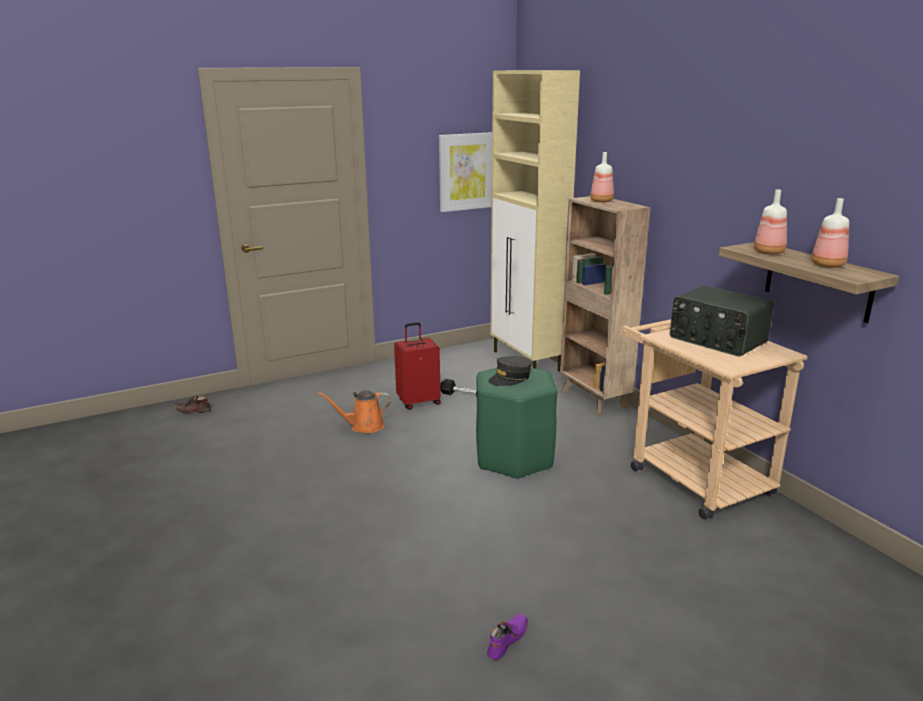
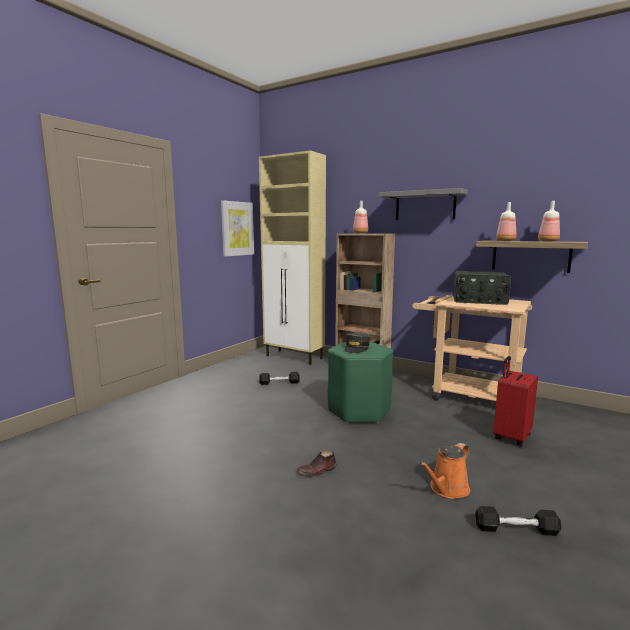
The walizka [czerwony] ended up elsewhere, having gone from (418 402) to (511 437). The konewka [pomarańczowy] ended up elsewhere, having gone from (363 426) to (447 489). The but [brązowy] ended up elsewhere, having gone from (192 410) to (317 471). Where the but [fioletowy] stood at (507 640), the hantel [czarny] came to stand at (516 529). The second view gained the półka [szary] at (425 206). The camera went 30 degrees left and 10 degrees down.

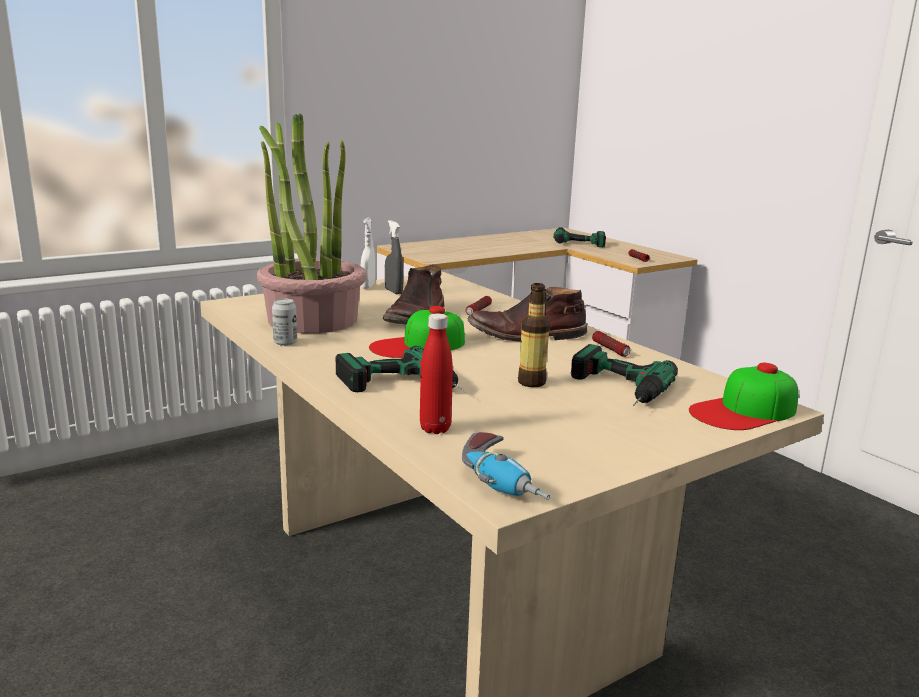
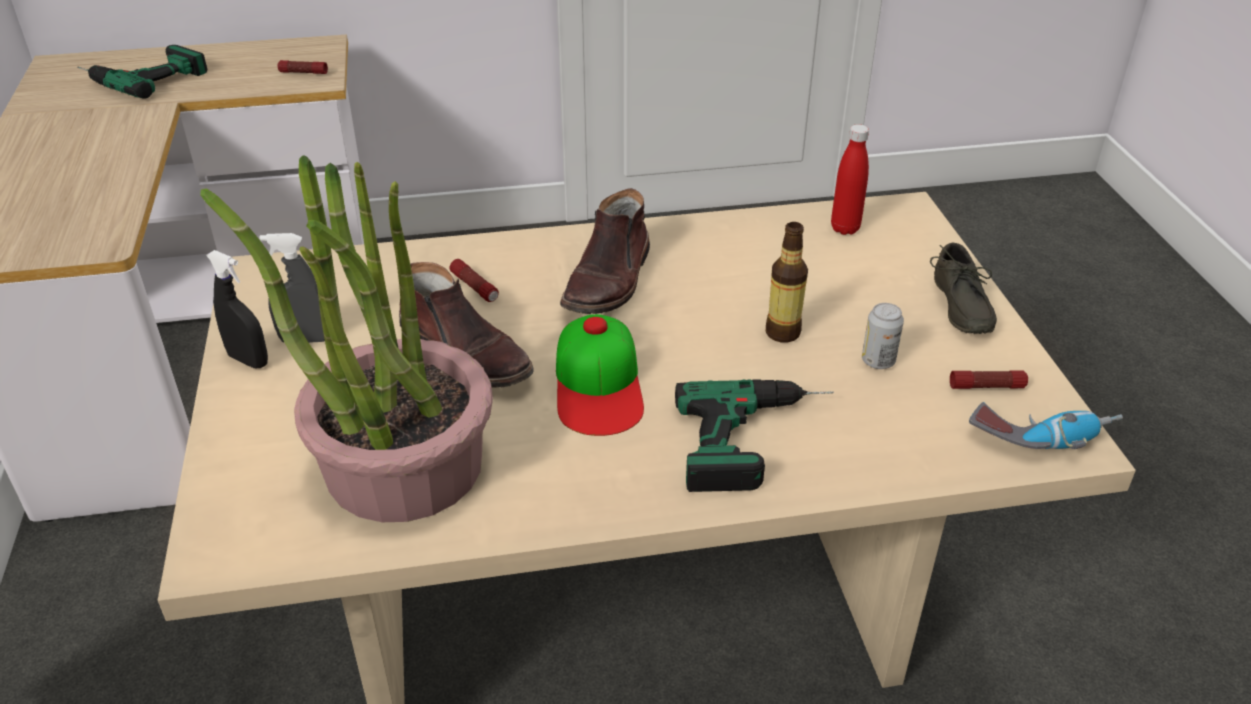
What was the spryskiwacz [biały] at (368 286) turned into the spryskiwacz [czarny] at (248 360). The puszka ended up elsewhere, having gone from (285 342) to (878 361). The butelka [czerwony] ended up elsewhere, having gone from (435 429) to (845 228). The latarka ended up elsewhere, having gone from (610 349) to (986 386). The second view lost the wiertarka at (614 389). The second view lost the czapka z daszkiem at (744 411). The second view gained the but [szary] at (957 307). The camera went 65 degrees left and 20 degrees up.

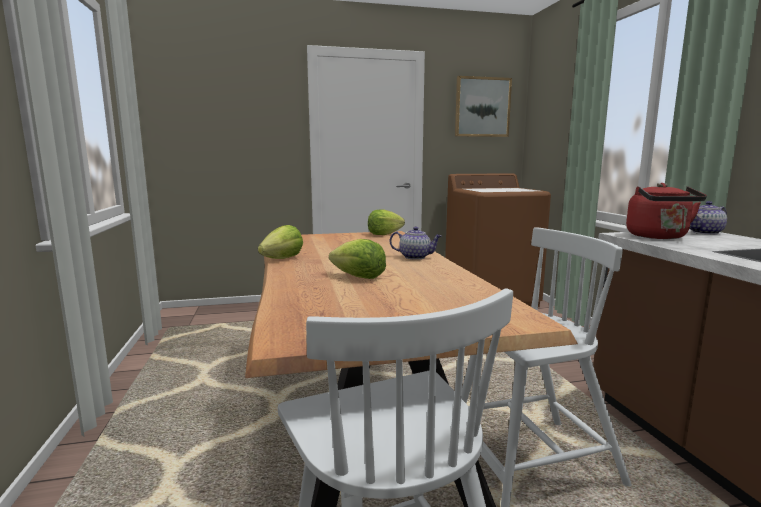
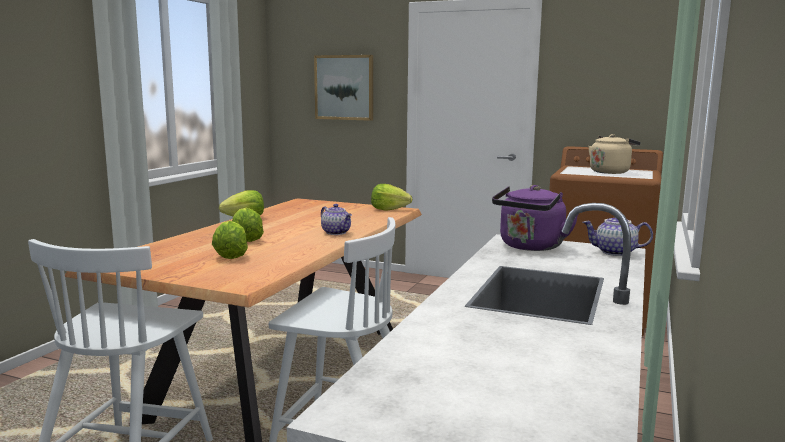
The obraz ended up elsewhere, having gone from (482 107) to (344 87). What was the czajnik [czerwony] at (659 237) turned into the czajnik [fioletowy] at (530 247). The second view gained the czajnik [beżowy] at (610 172). The second view gained the sałata at (230 255). The camera went 35 degrees right and 0 degrees up.

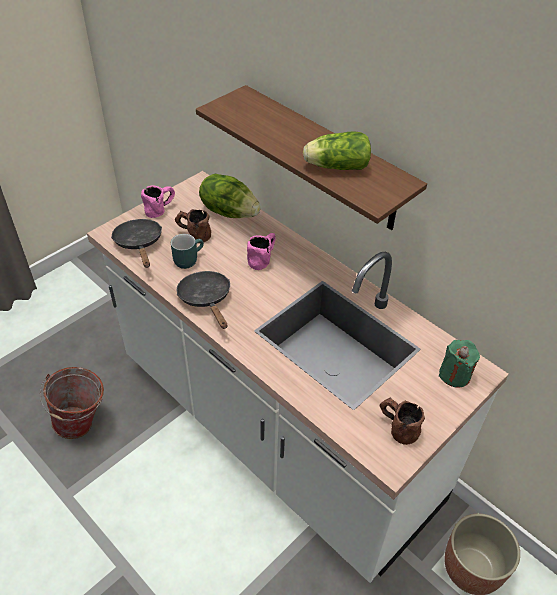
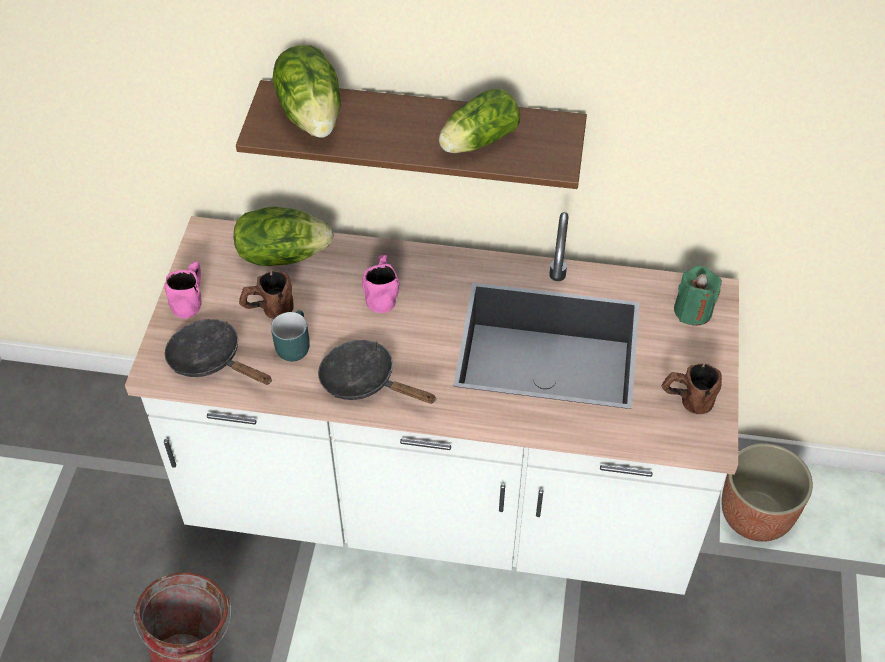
The second view gained the sałata at (312 114). The camera went 35 degrees left and 5 degrees up.

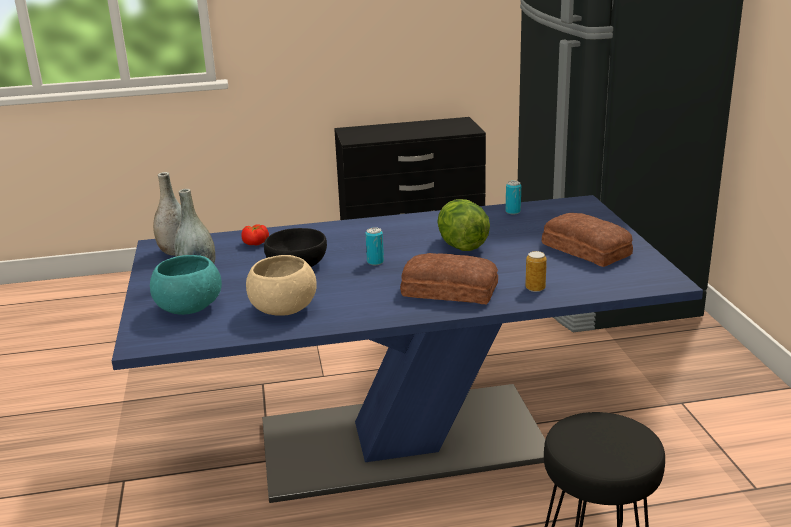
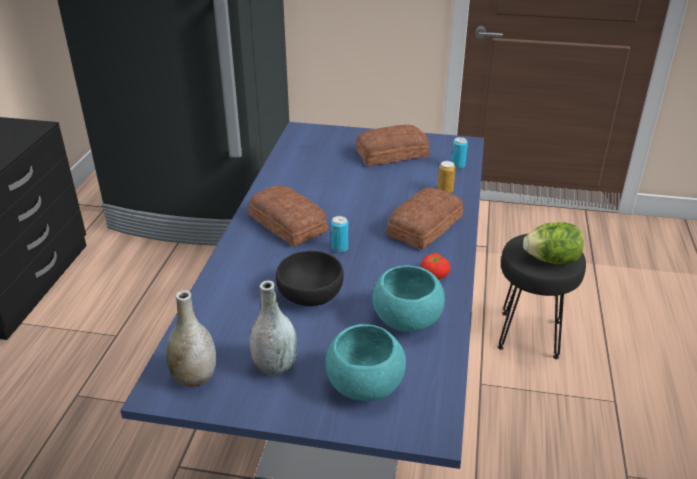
The puszka ended up elsewhere, having gone from (513 212) to (458 165). The sałata ended up elsewhere, having gone from (461 245) to (551 260). The pomidor ended up elsewhere, having gone from (256 243) to (434 274). What was the miska [beżowy] at (283 309) turned into the miska [turkusowy] at (406 320). The second view gained the chleb at (288 222). The camera went 70 degrees left and 10 degrees up.

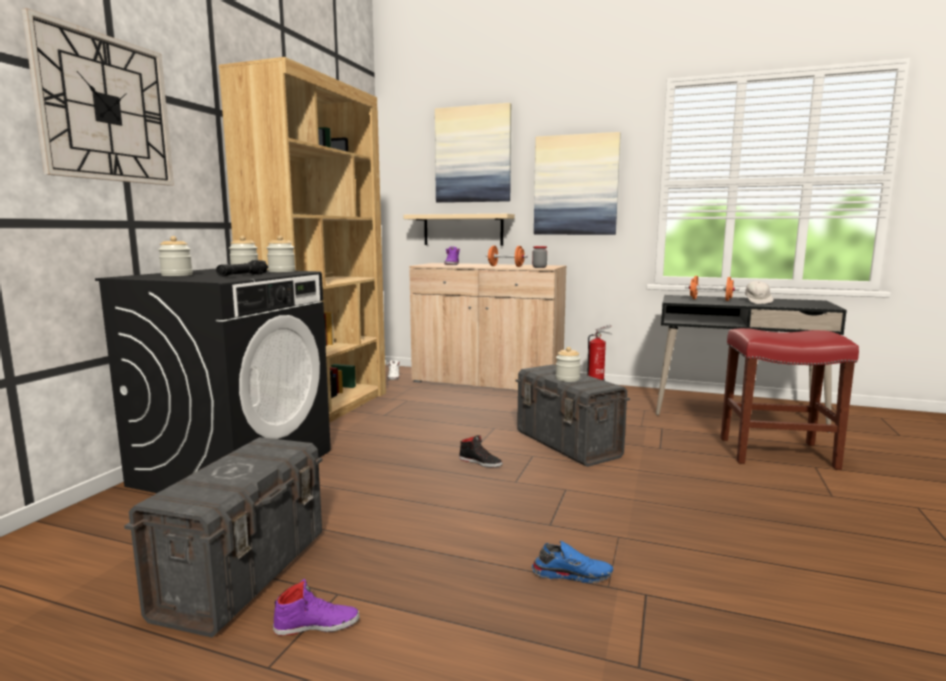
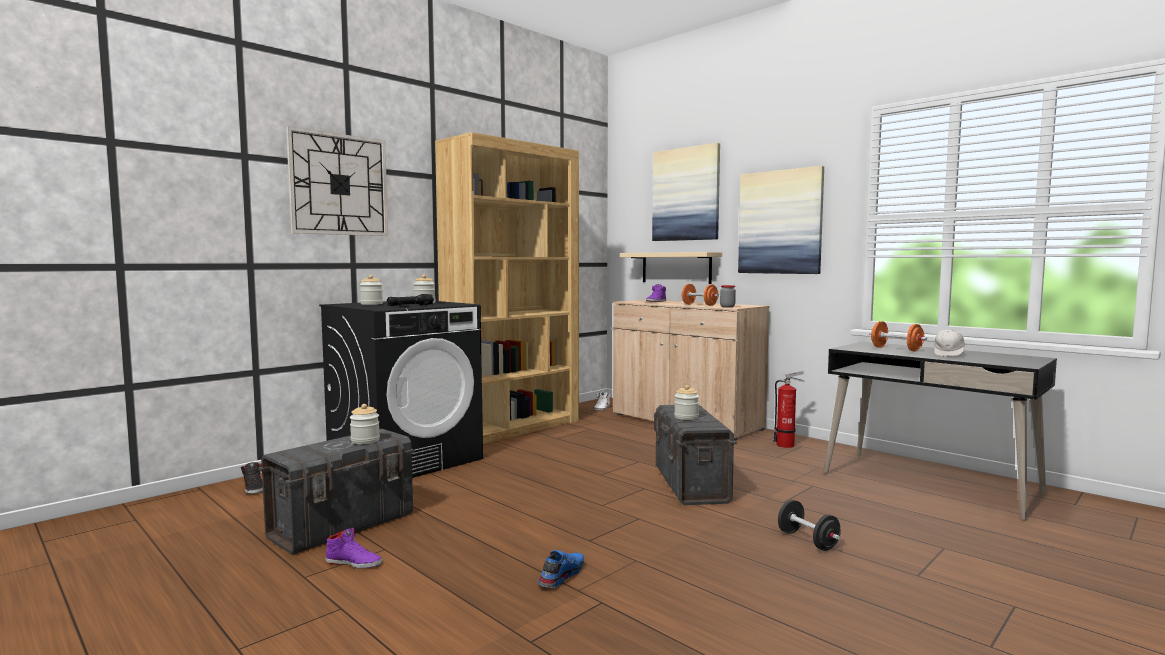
The słoik ended up elsewhere, having gone from (282 271) to (365 441). The second view lost the stołek [czerwony] at (775 453). The but [czarny] ended up elsewhere, having gone from (480 462) to (254 488). The but [niebieski] at (572 574) ended up facing another way, 90 degrees counterclockwise from before. The second view gained the hantel [czarny] at (807 540). The camera went 25 degrees right and 5 degrees down.

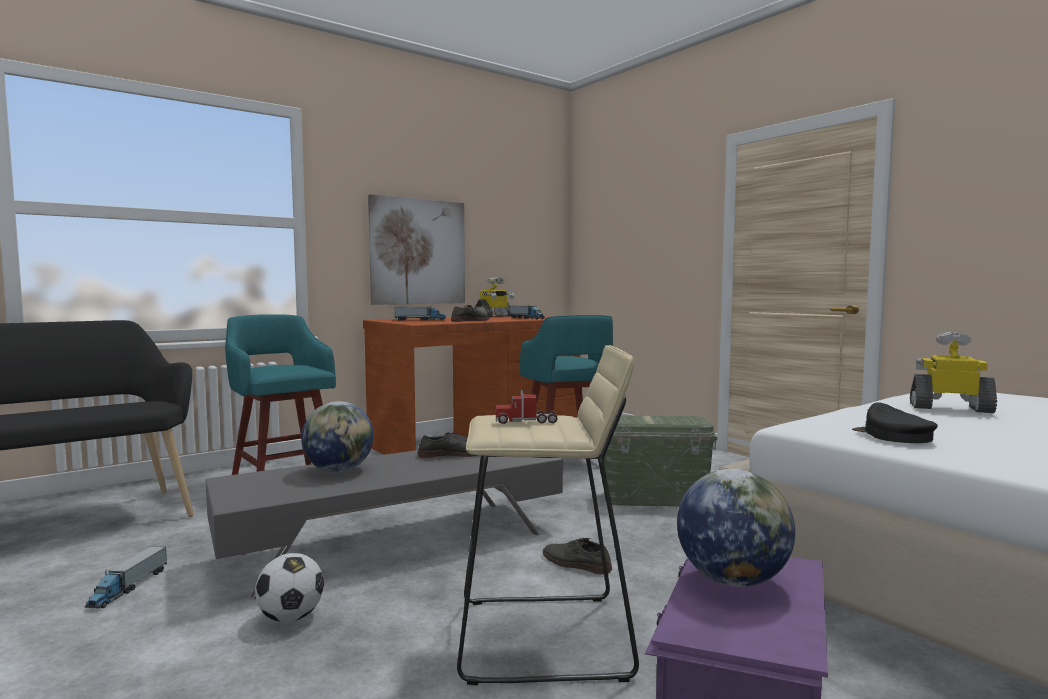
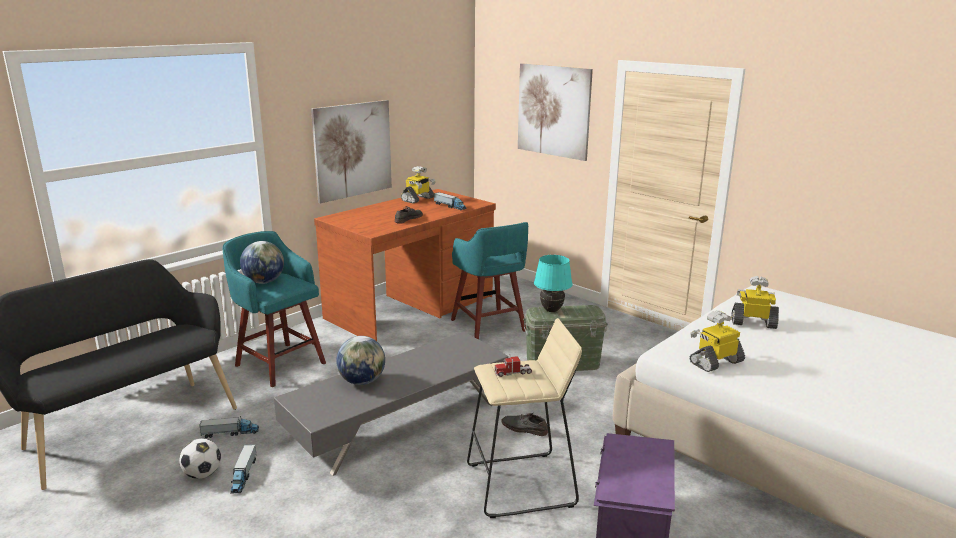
The ciężarówka zabawkowa ended up elsewhere, having gone from (420 320) to (230 433). Where the czapka z daszkiem [czarny] stood at (892 436), the robot zabawkowy came to stand at (715 362). The second view lost the but [szary] at (451 454). The globus ended up elsewhere, having gone from (732 580) to (264 282). The piłka futbolowa ended up elsewhere, having gone from (291 617) to (202 474). The second view gained the obraz at (553 111). The second view gained the lampa stołowa [turkusowy] at (552 310). The camera went 10 degrees left and 15 degrees up.

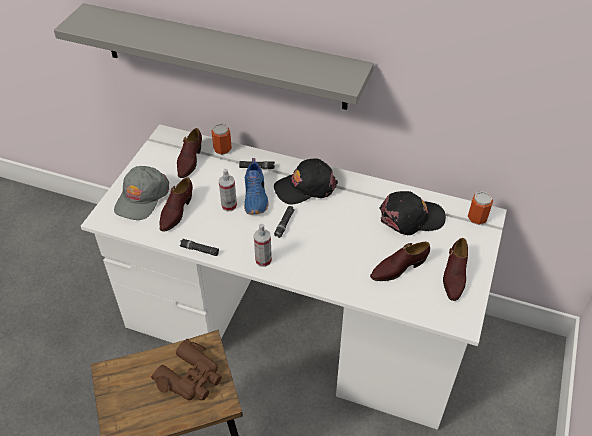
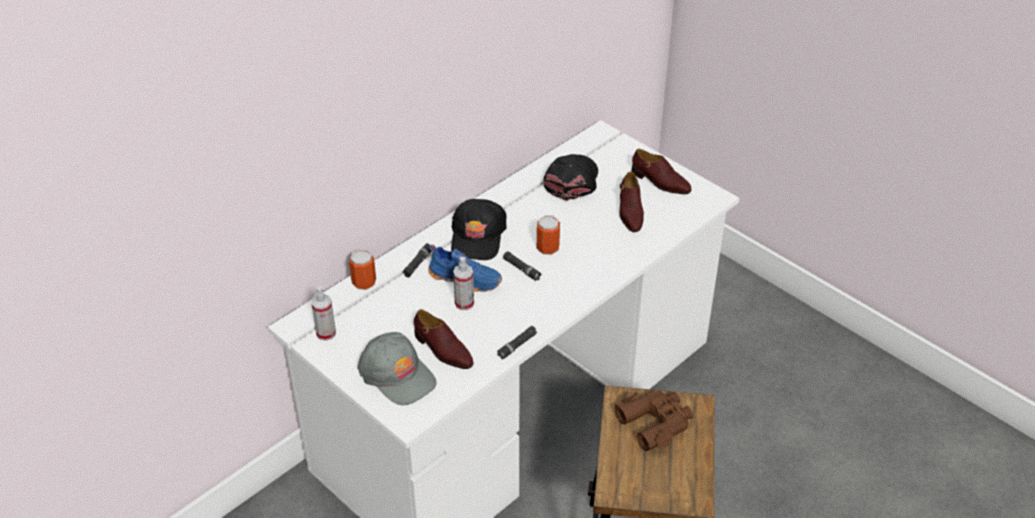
The second view lost the półka [szary] at (223 57). The second view lost the but [brązowy] at (189 160). The puszka ended up elsewhere, having gone from (477 218) to (547 248). The spryskiwacz ended up elsewhere, having gone from (263 260) to (326 333). The camera went 65 degrees left and 5 degrees down.

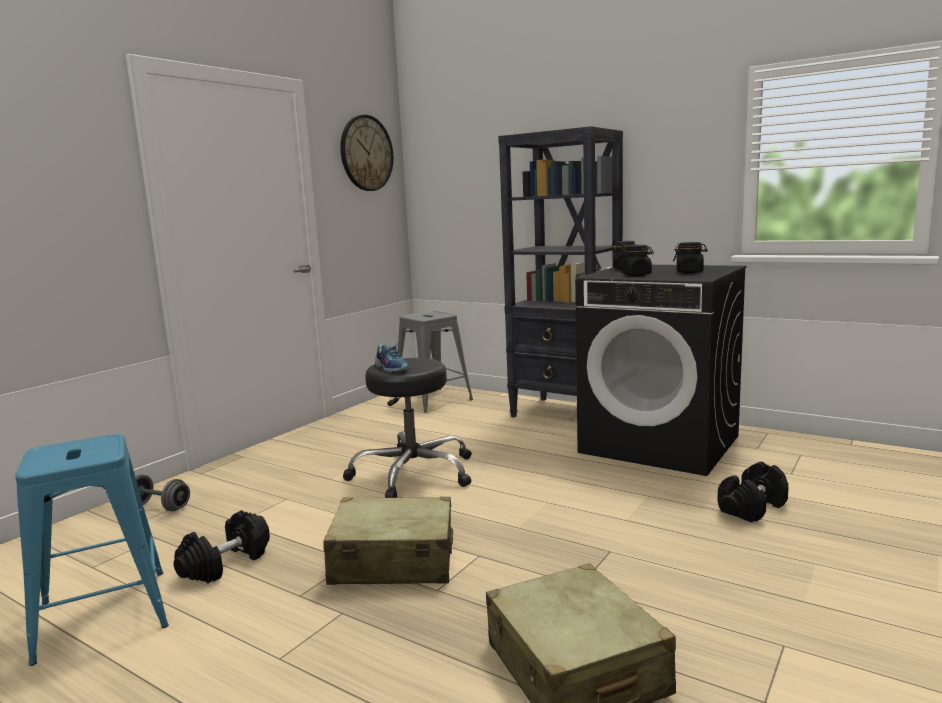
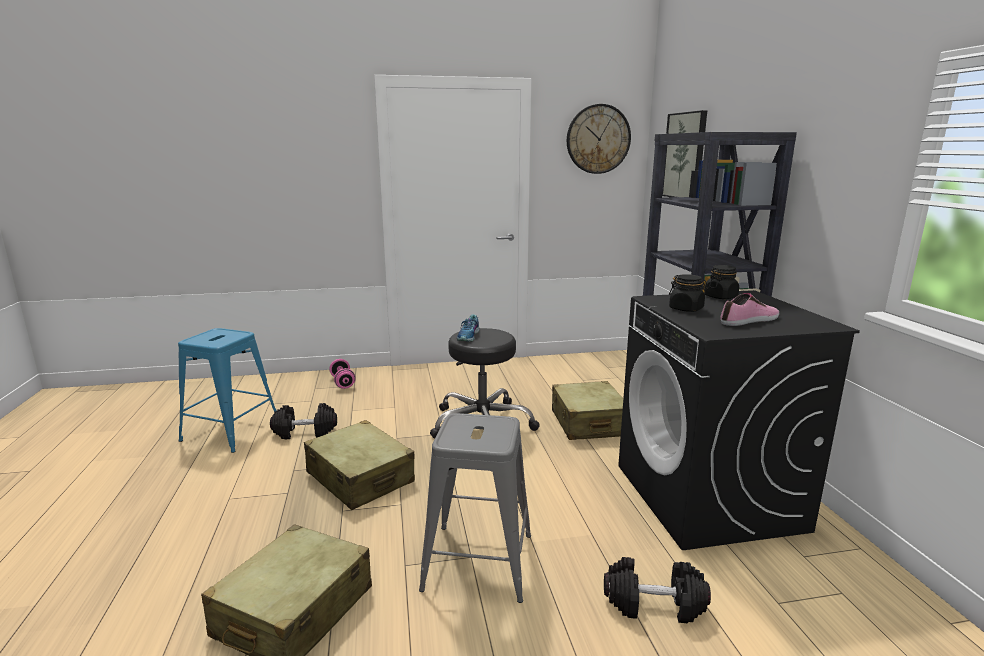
Where the słoik [czarny] stood at (689 272), the but came to stand at (749 320). The stołek [szary] ended up elsewhere, having gone from (433 400) to (479 562). What was the hantel [szary] at (159 507) turned into the hantel [różowy] at (343 382). The second view gained the obraz at (685 156). The second view gained the walizka [beżowy] at (588 423). The camera went 45 degrees right and 5 degrees up.

